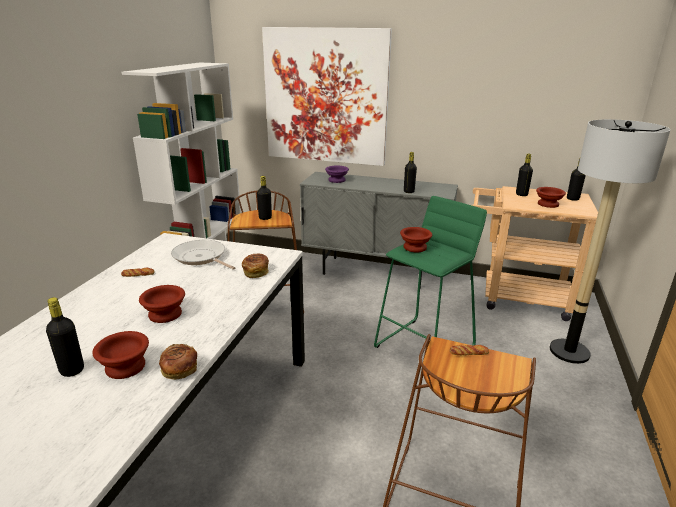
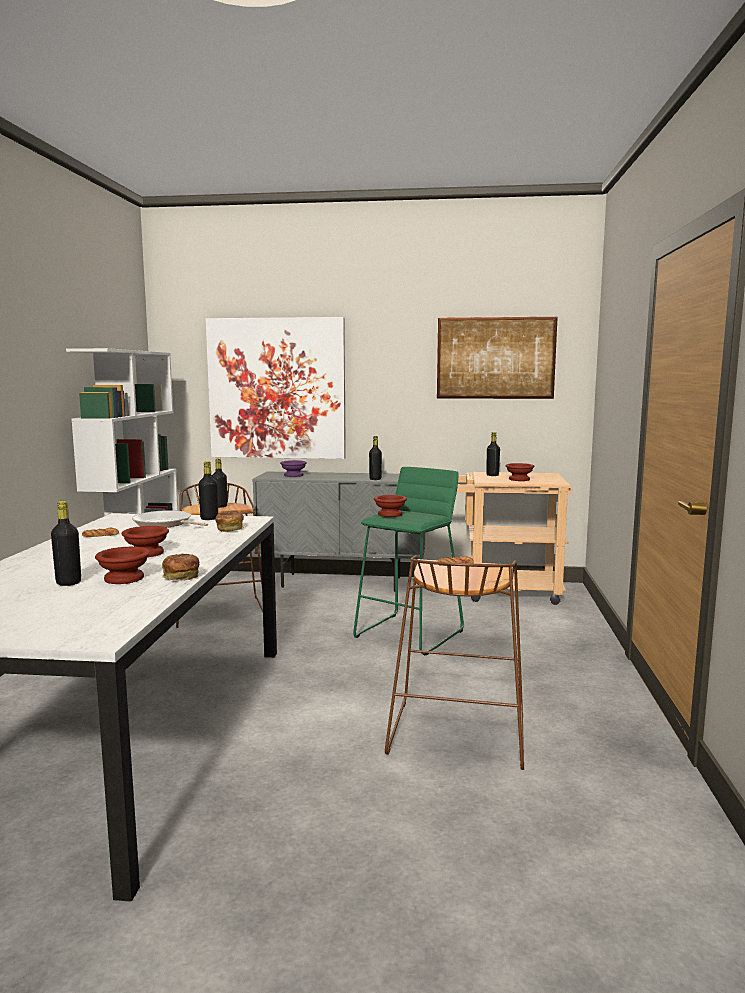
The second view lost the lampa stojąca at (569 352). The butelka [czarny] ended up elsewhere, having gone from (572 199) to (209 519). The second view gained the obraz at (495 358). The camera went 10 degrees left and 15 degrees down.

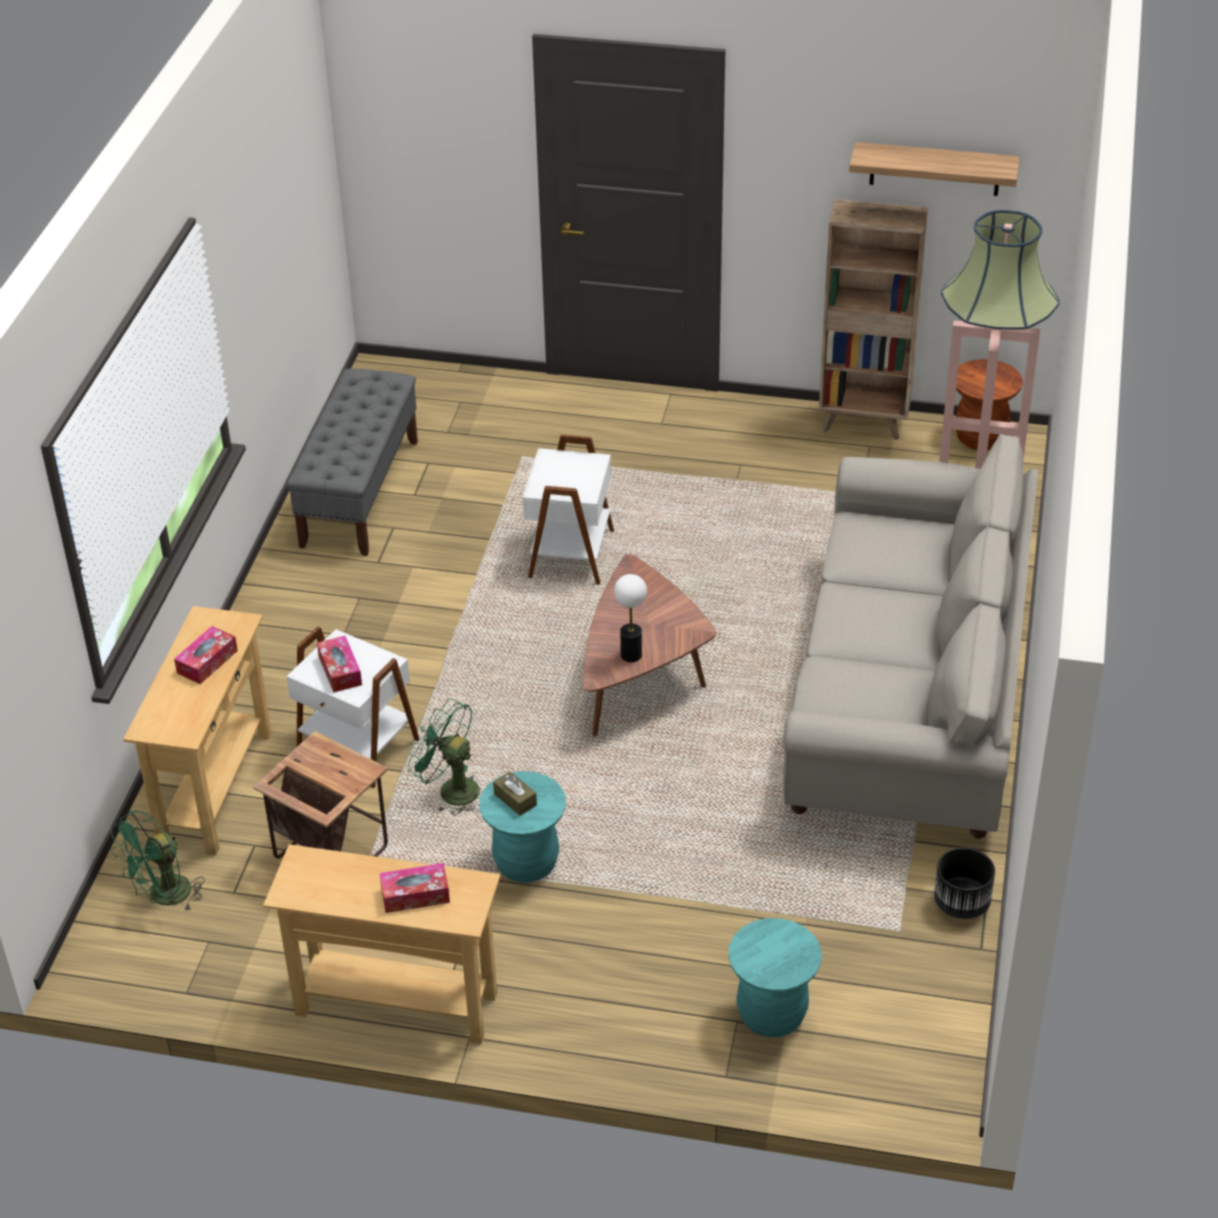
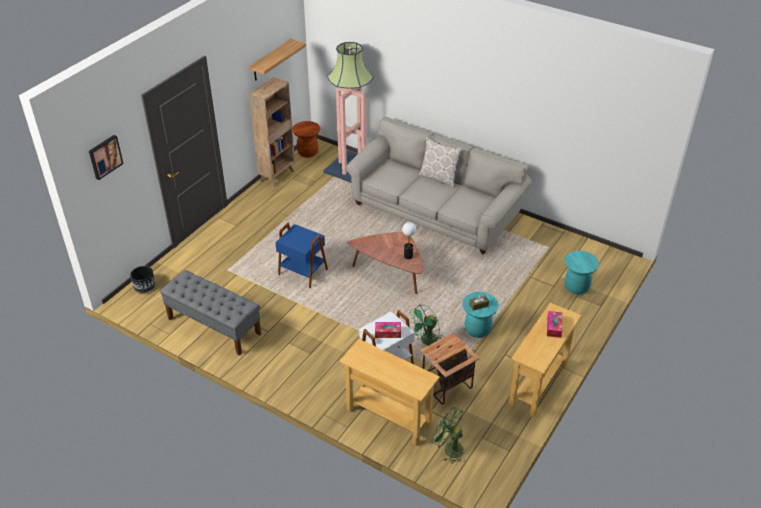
What was the stolik [biały] at (569 554) turned into the stolik [niebieski] at (302 272). The second view lost the pudełko chusteczek at (207 662). The wentylator [zielony] at (163 897) ended up facing another way, 150 degrees clockwise from before. The donica [czarny] ended up elsewhere, having gone from (962 903) to (145 287). The second view gained the obraz at (105 156). The second view gained the poduszka at (439 178). The camera went 70 degrees left and 0 degrees up.

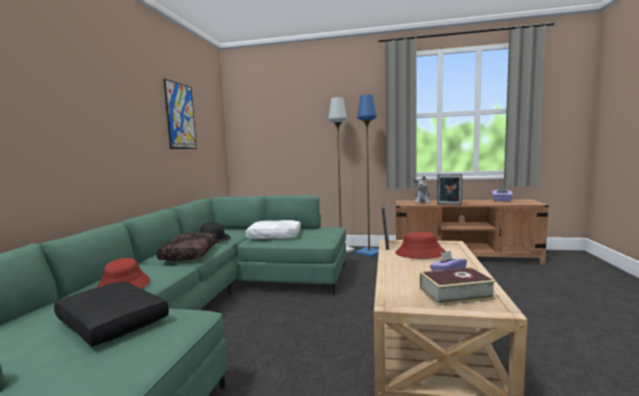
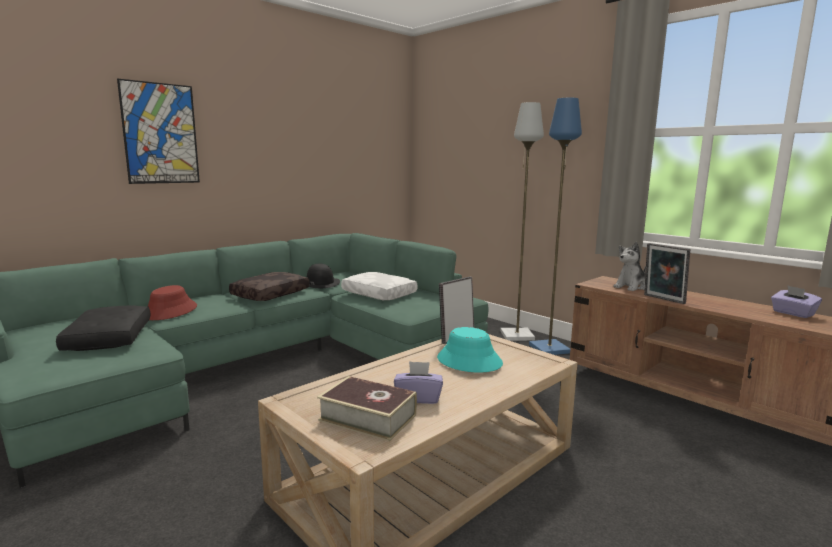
The obraz ended up elsewhere, having gone from (180 116) to (160 133). What was the kapelusz [czerwony] at (420 254) turned into the kapelusz [turkusowy] at (469 361). The camera went 35 degrees right and 5 degrees up.

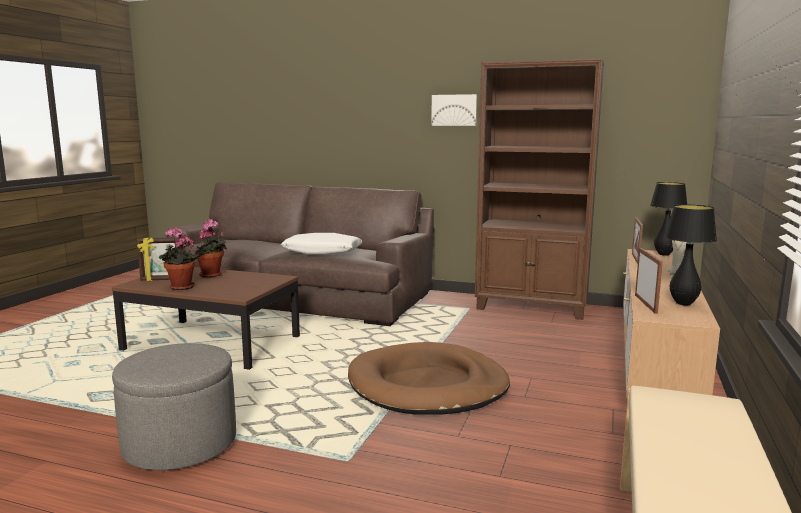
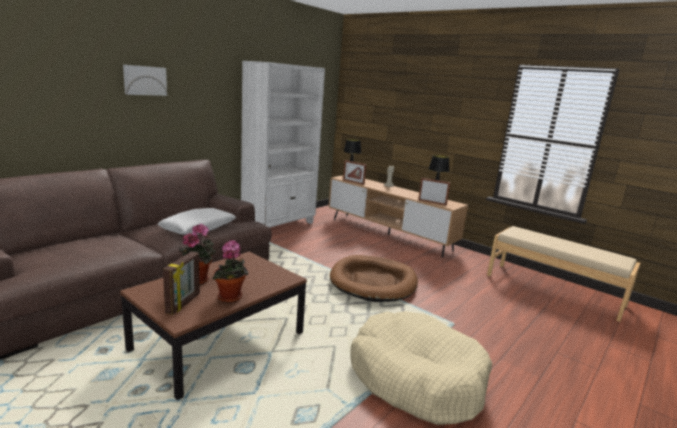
What was the regał [brązowy] at (532 307) turned into the regał [biały] at (279 225). The obraz ended up elsewhere, having gone from (454 110) to (145 80). Where the pufa [szary] stood at (180 444), the legowisko [beżowy] came to stand at (416 378). The camera went 70 degrees left and 5 degrees up.

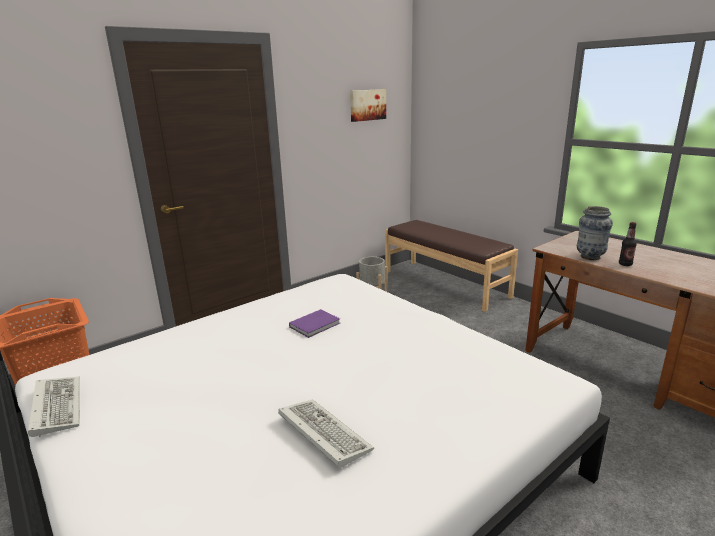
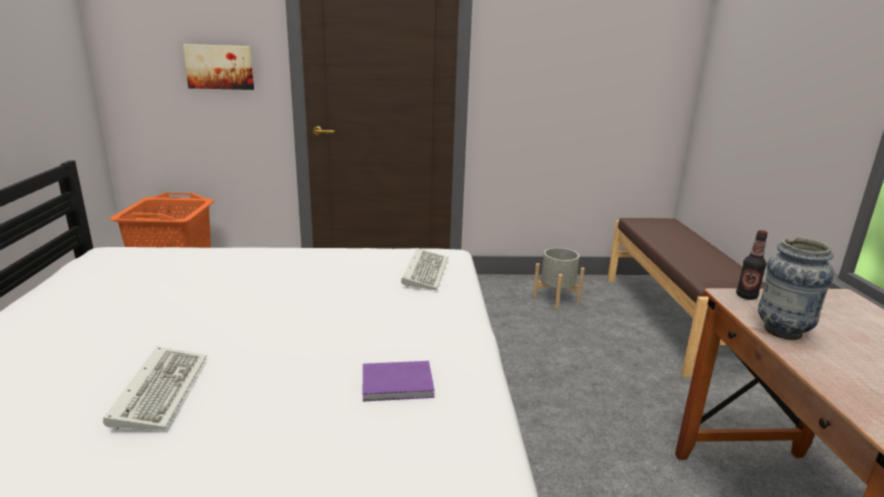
The obraz ended up elsewhere, having gone from (367 105) to (220 67). The butelka ended up elsewhere, having gone from (625 264) to (746 296). The książka [fioletowy] ended up elsewhere, having gone from (316 325) to (399 384). The klawiatura ended up elsewhere, having gone from (55 406) to (424 271). The camera went 35 degrees right and 0 degrees up.

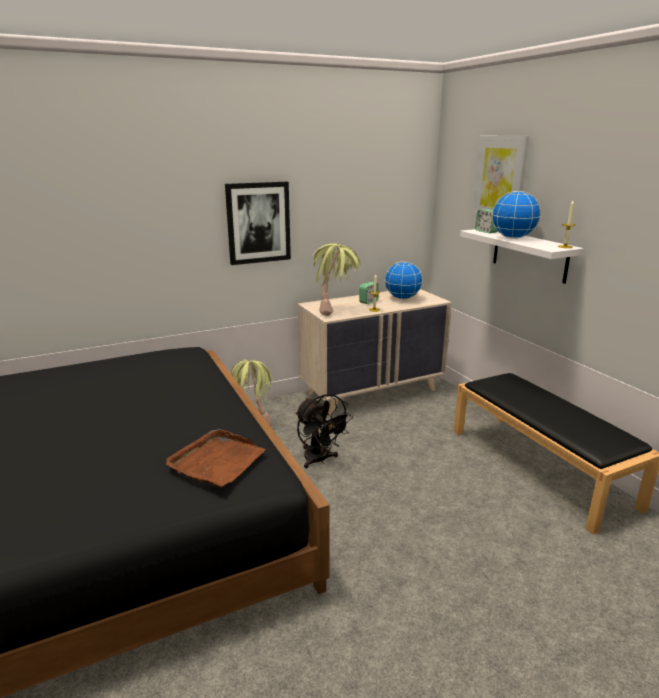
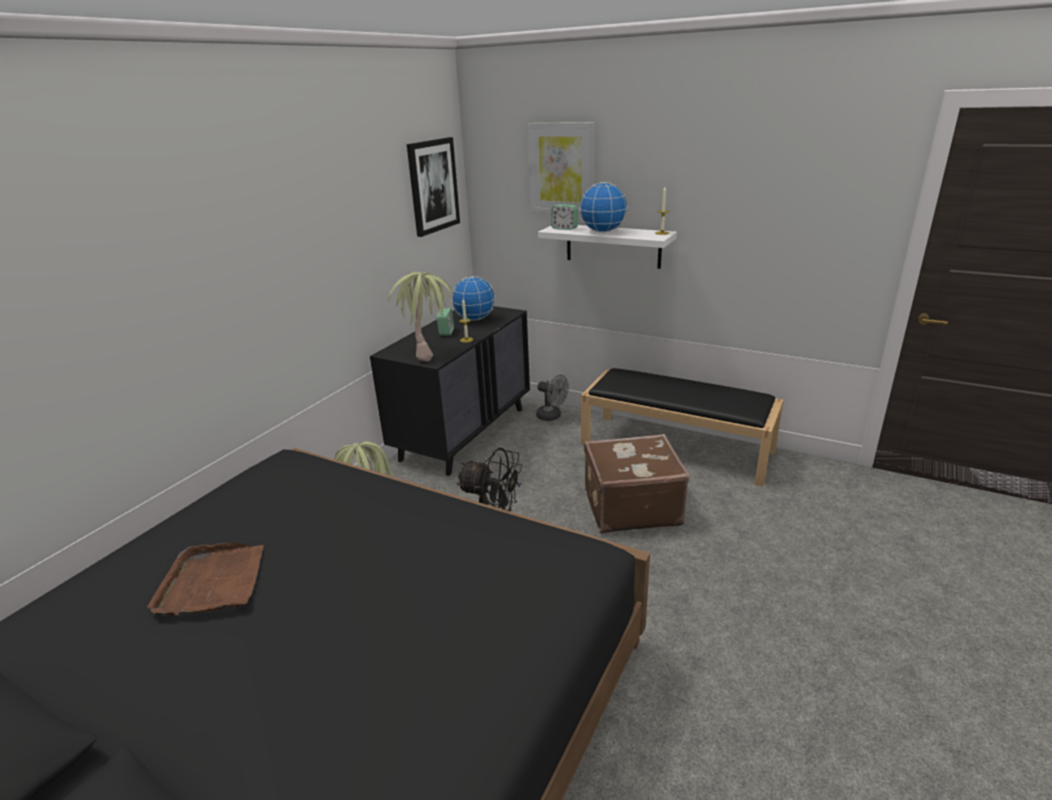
The obraz ended up elsewhere, having gone from (258 223) to (433 186). What was the komoda [beżowy] at (372 391) turned into the komoda [czarny] at (464 433). The taca [brązowy] ended up elsewhere, having gone from (216 461) to (212 582). The second view gained the wentylator [szary] at (552 416). The second view gained the walizka [brązowy] at (630 506). The camera went 35 degrees left and 5 degrees up.

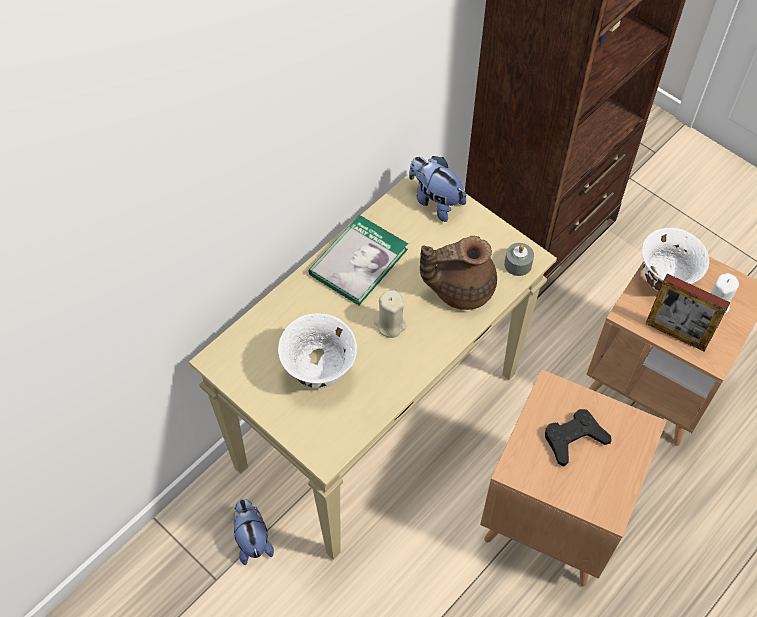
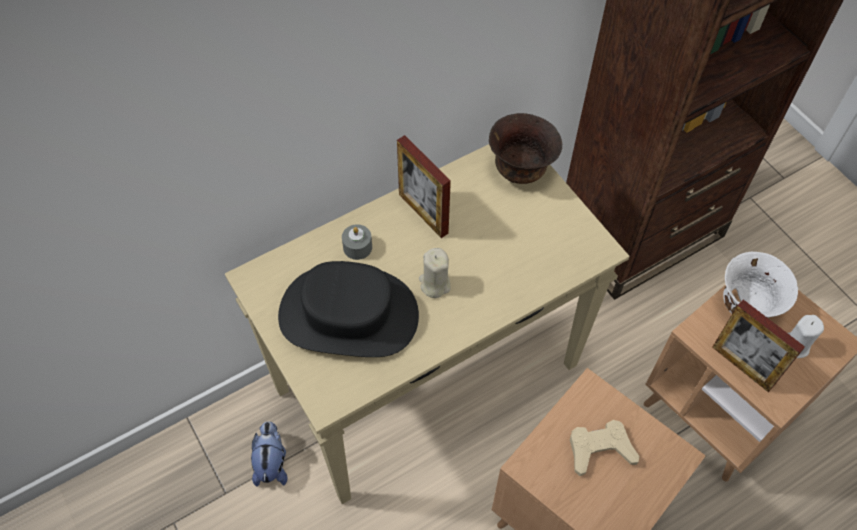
Where the pluszak stood at (435 201), the miska [brązowy] came to stand at (520 170). Where the książka stood at (358 262), the ramka na zdjęcie came to stand at (423 213). The second view lost the imbryk [brązowy] at (459 288). The świeca [szary] ended up elsewhere, having gone from (518 264) to (357 247). Where the miska [biały] stood at (320 371), the kapelusz [czarny] came to stand at (349 314). What was the pad do gier [czarny] at (574 439) turned into the pad do gier [beżowy] at (600 449). The camera went 15 degrees right and 0 degrees up.

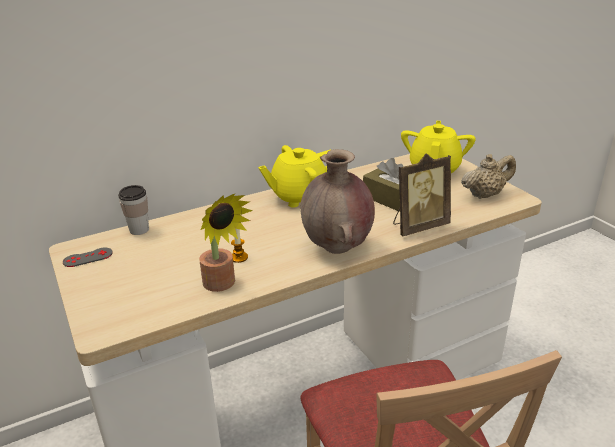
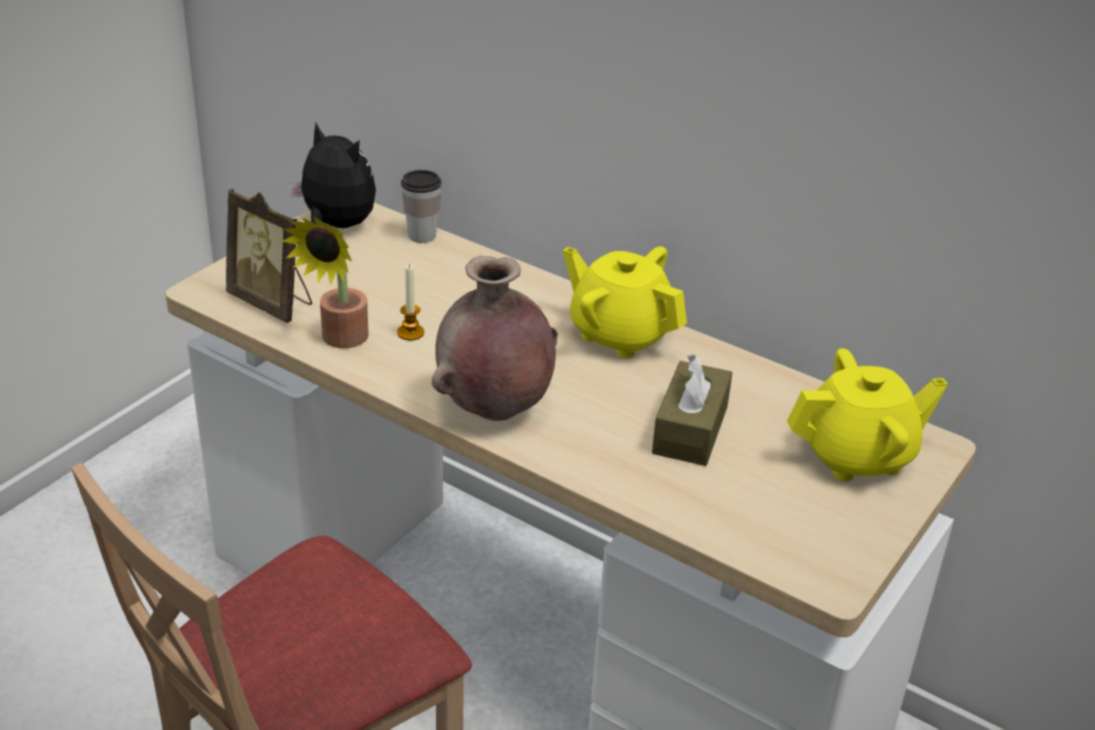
The ramka na zdjęcie ended up elsewhere, having gone from (418 226) to (273 303). The second view lost the imbryk [beżowy] at (485 195). Where the pad do gier [szary] stood at (88 257), the pluszak came to stand at (336 225). The camera went 60 degrees right and 5 degrees up.

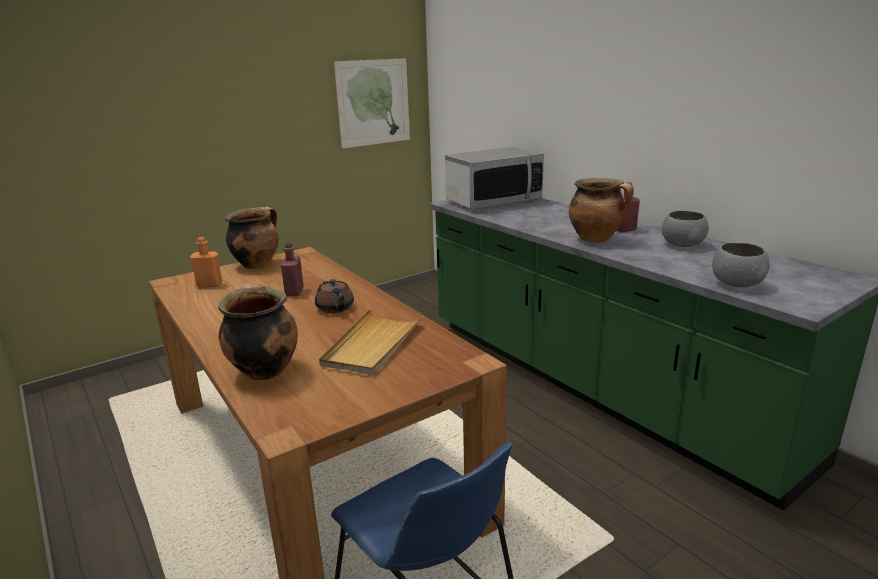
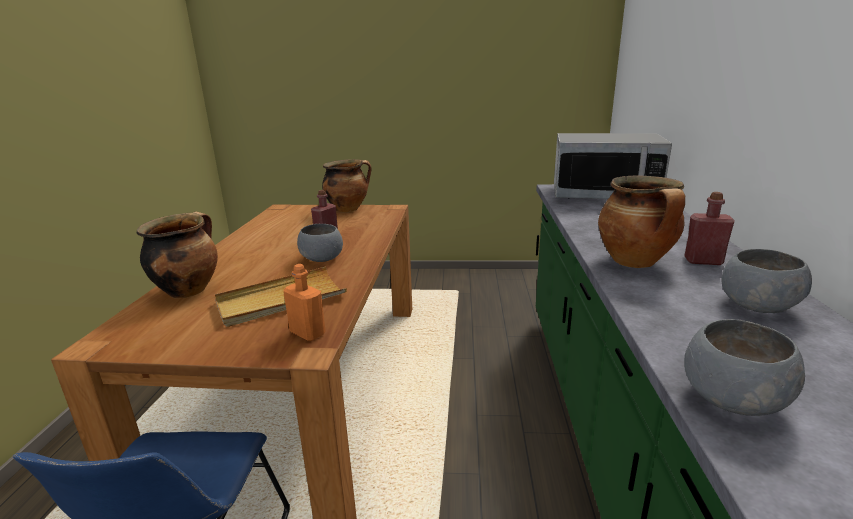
The second view lost the obraz at (373 102). The butelka [pomarańczowy] ended up elsewhere, having gone from (209 284) to (307 333). Where the imbryk [brązowy] stood at (335 308), the miska [szary] came to stand at (322 259). The camera went 40 degrees right and 0 degrees up.

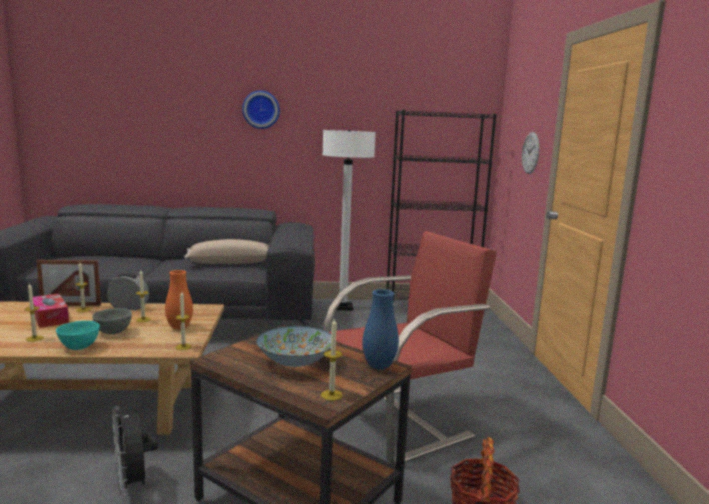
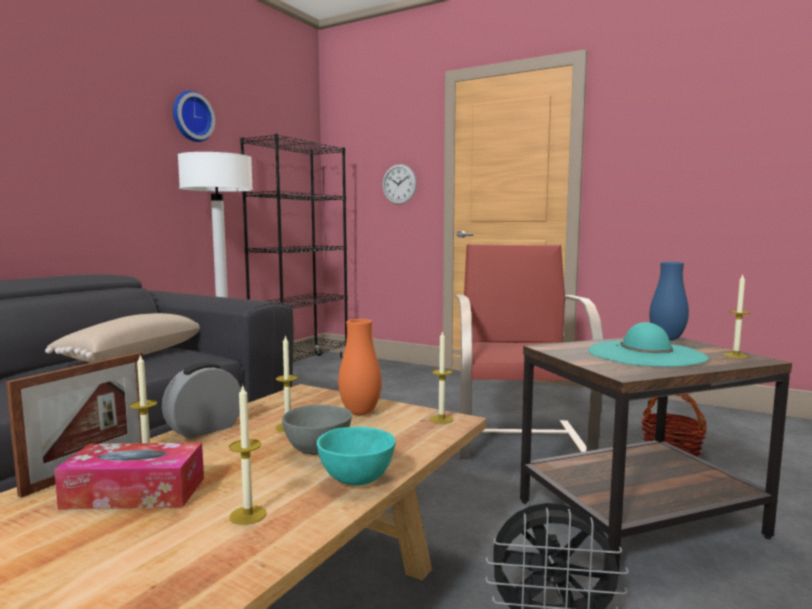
The zegar ścienny ended up elsewhere, having gone from (261 109) to (191 117). Where the miska stood at (295 362), the kapelusz [turkusowy] came to stand at (646 354). The camera went 55 degrees left and 5 degrees down.

